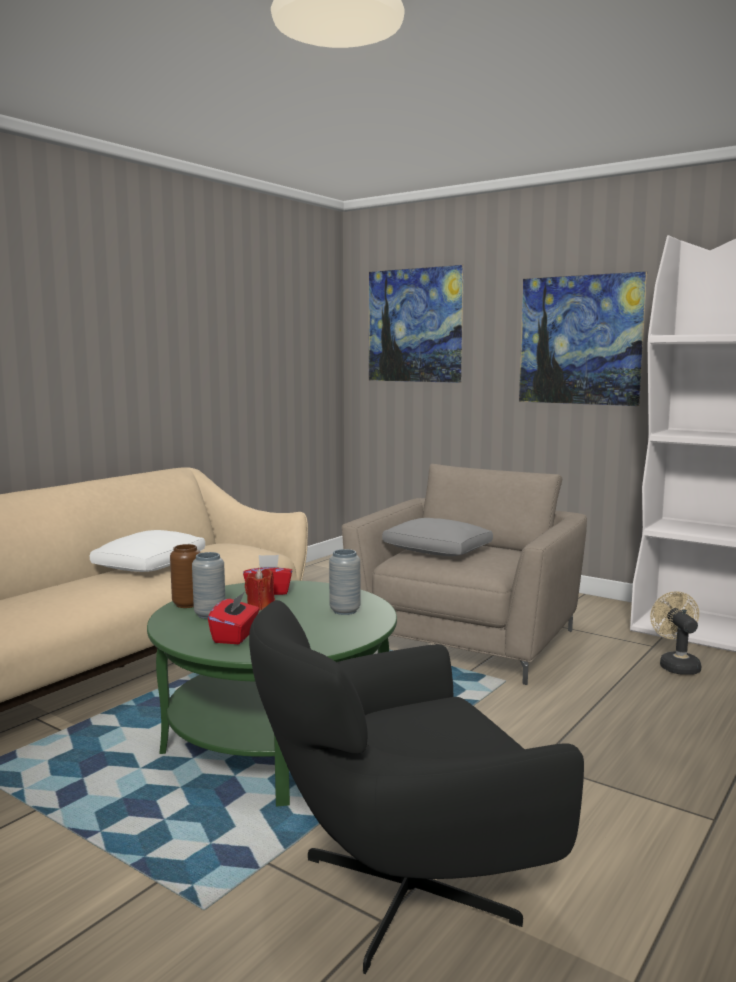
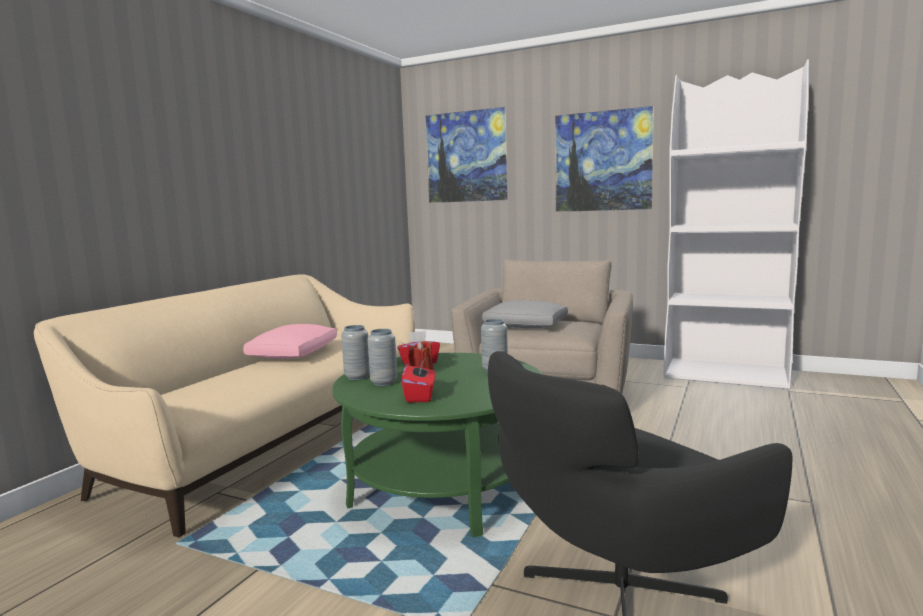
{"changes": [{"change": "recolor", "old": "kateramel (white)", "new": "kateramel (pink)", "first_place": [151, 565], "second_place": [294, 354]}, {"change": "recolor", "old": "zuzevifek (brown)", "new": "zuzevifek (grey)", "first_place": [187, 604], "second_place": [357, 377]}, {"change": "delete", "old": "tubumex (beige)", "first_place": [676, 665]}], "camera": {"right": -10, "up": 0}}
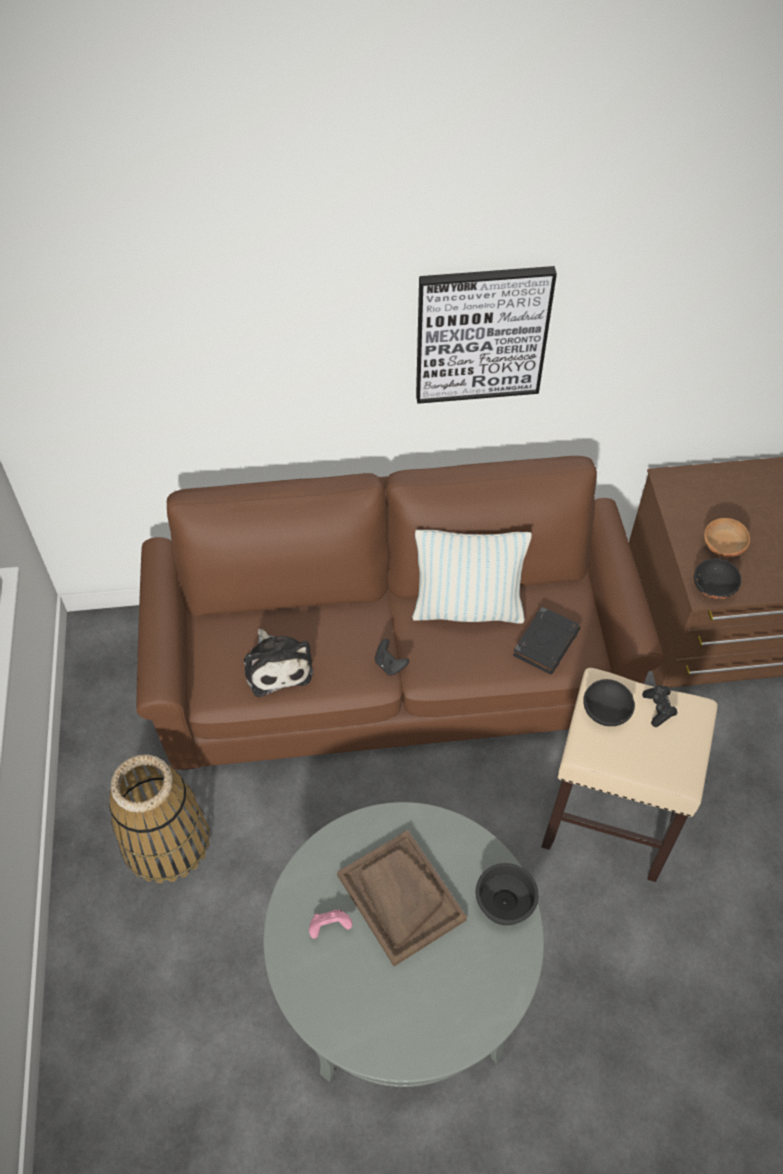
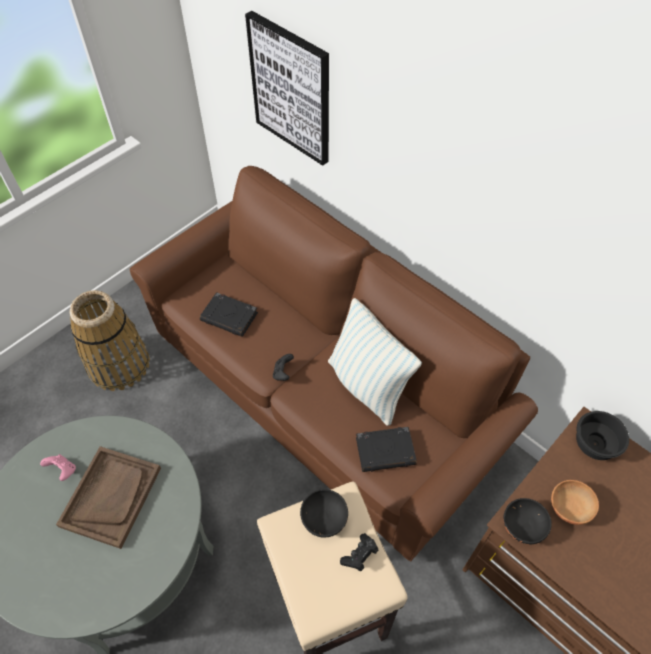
{"changes": [{"change": "move", "old": "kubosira", "first_place": [481, 334], "second_place": [292, 89]}, {"change": "replace", "old": "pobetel", "new": "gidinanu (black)", "first_place": [277, 666], "second_place": [230, 317]}, {"change": "move", "old": "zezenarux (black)", "first_place": [504, 901], "second_place": [595, 442]}], "camera": {"right": 50, "up": 0}}
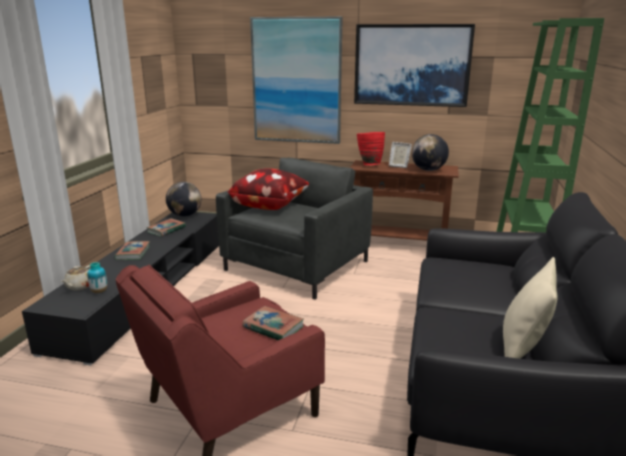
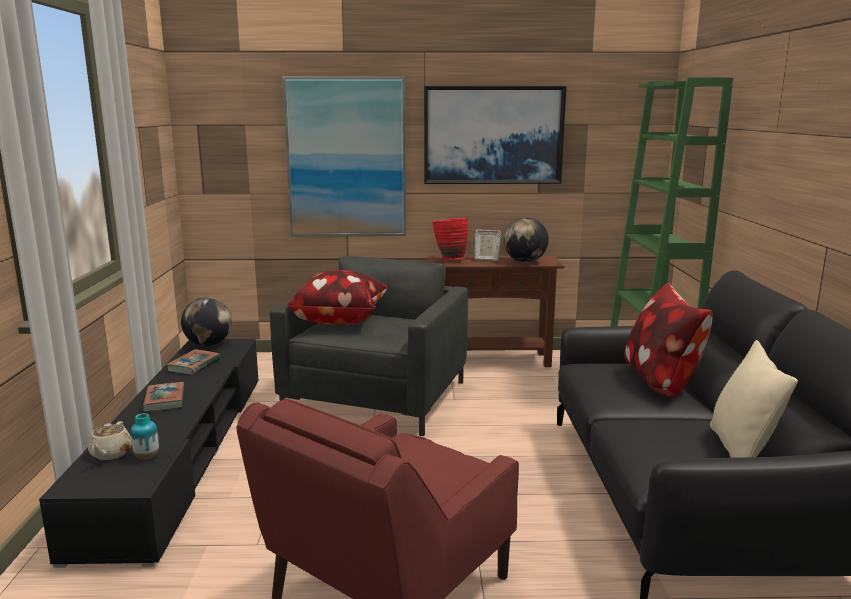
{"changes": [{"change": "delete", "old": "gidinanu", "first_place": [273, 327]}, {"change": "insert", "new": "kateramel", "second_place": [661, 380]}], "camera": {"right": -15, "up": -5}}
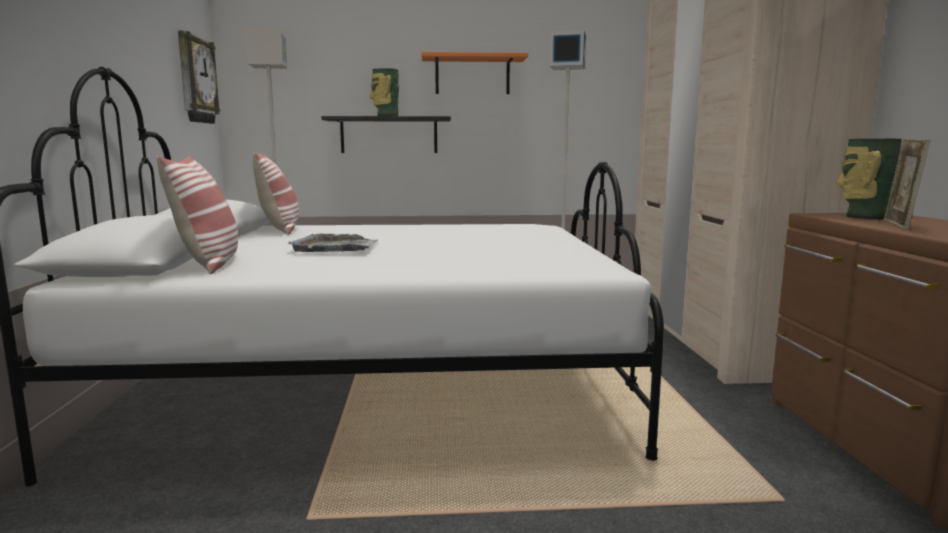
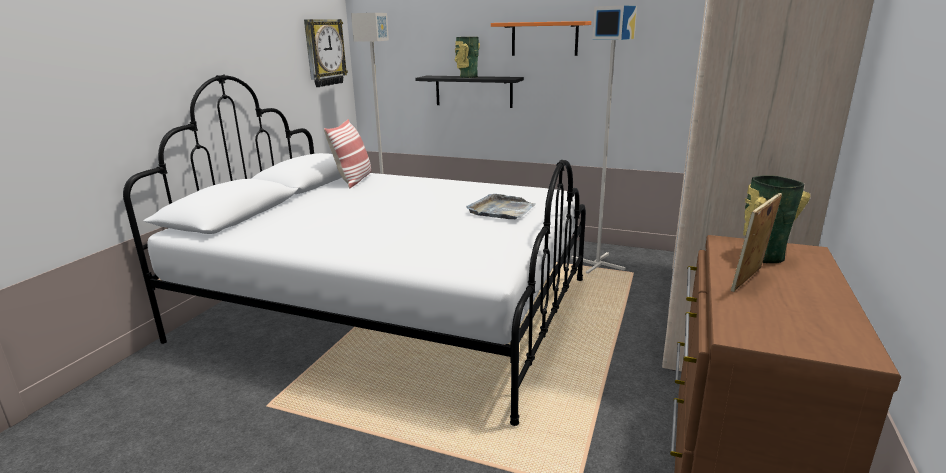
{"changes": [{"change": "delete", "old": "kateramel", "first_place": [209, 263]}, {"change": "move", "old": "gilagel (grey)", "first_place": [336, 247], "second_place": [502, 210]}], "camera": {"right": 25, "up": 10}}
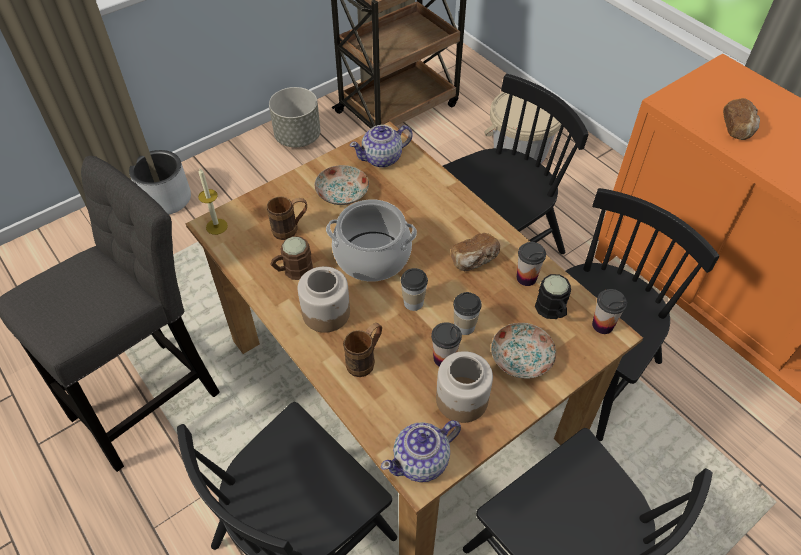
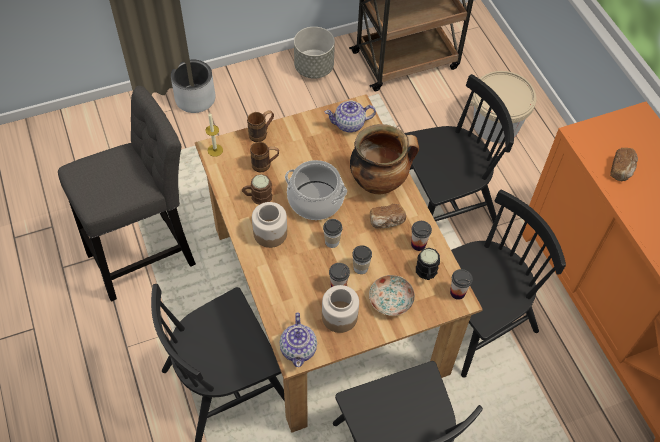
{"changes": [{"change": "delete", "old": "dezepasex", "first_place": [341, 193]}, {"change": "move", "old": "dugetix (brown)", "first_place": [365, 360], "second_place": [261, 134]}, {"change": "rotate", "old": "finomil", "first_place": [422, 461], "second_place": [299, 348], "degrees": -75}, {"change": "insert", "new": "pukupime", "second_place": [379, 181]}], "camera": {"right": 15, "up": 5}}
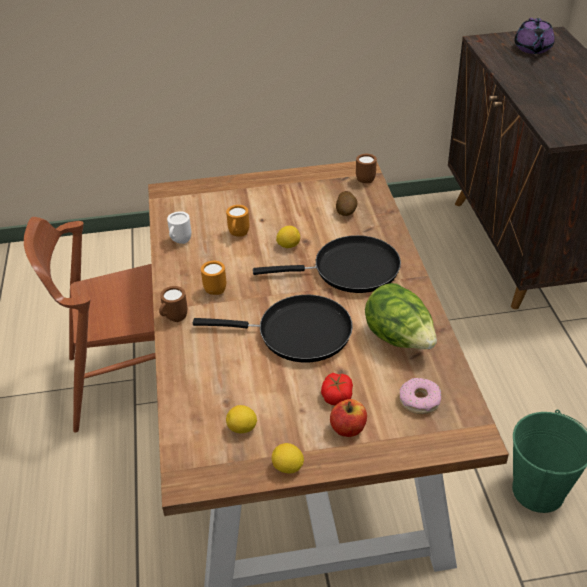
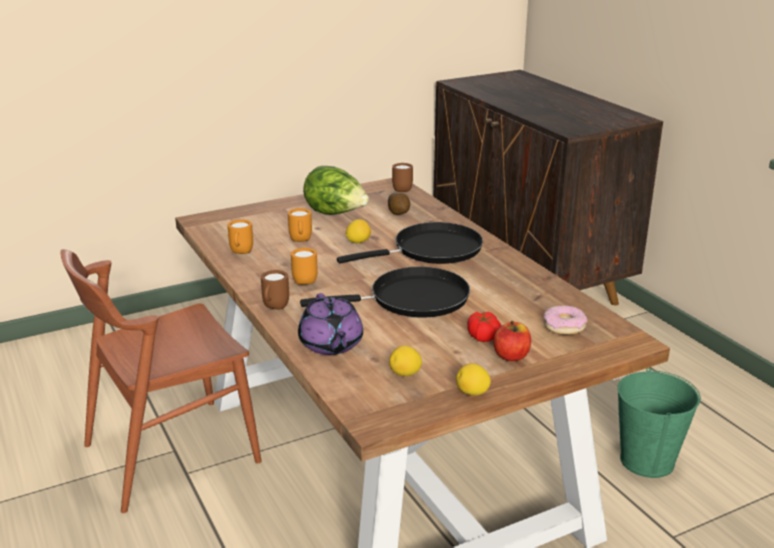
{"changes": [{"change": "move", "old": "finomil (purple)", "first_place": [532, 49], "second_place": [331, 344]}, {"change": "recolor", "old": "dugetix (white)", "new": "dugetix (orange)", "first_place": [179, 242], "second_place": [241, 253]}, {"change": "move", "old": "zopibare", "first_place": [399, 339], "second_place": [336, 214]}], "camera": {"right": -20, "up": -15}}
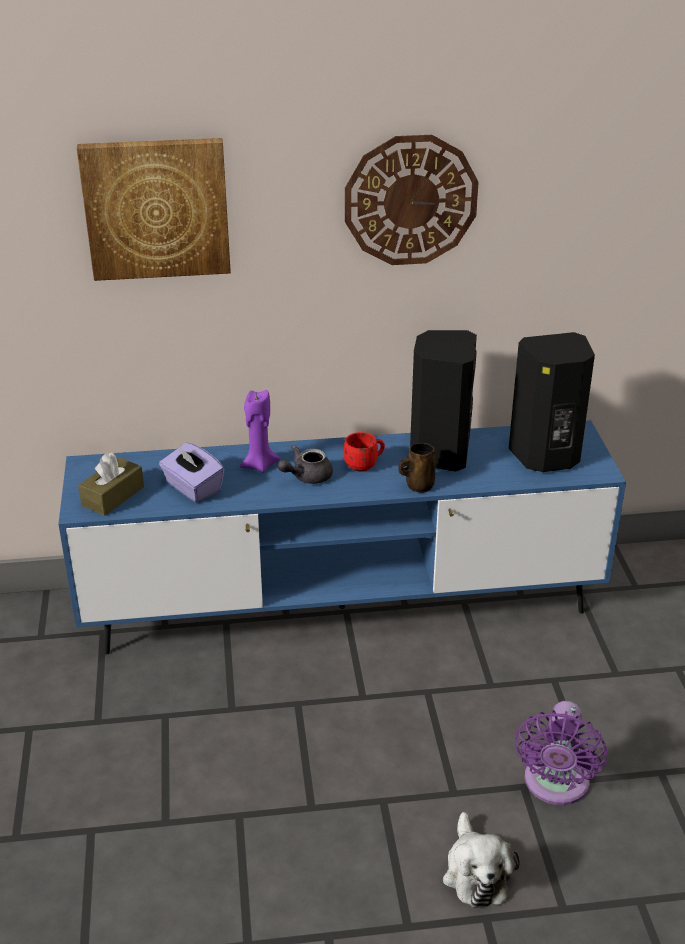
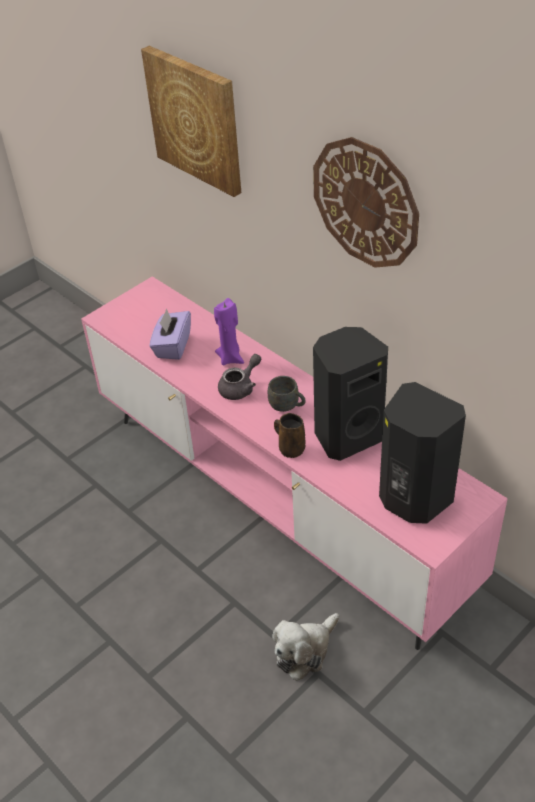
{"changes": [{"change": "recolor", "old": "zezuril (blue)", "new": "zezuril (pink)", "first_place": [342, 607], "second_place": [276, 502]}, {"change": "recolor", "old": "dugetix (red)", "new": "dugetix (grey)", "first_place": [365, 464], "second_place": [287, 406]}, {"change": "rotate", "old": "finomil (grey)", "first_place": [306, 477], "second_place": [240, 387], "degrees": 120}, {"change": "delete", "old": "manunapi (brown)", "first_place": [113, 496]}, {"change": "delete", "old": "tubumex (purple)", "first_place": [555, 785]}, {"change": "move", "old": "pobetel", "first_place": [475, 872], "second_place": [305, 651]}], "camera": {"right": 55, "up": 10}}
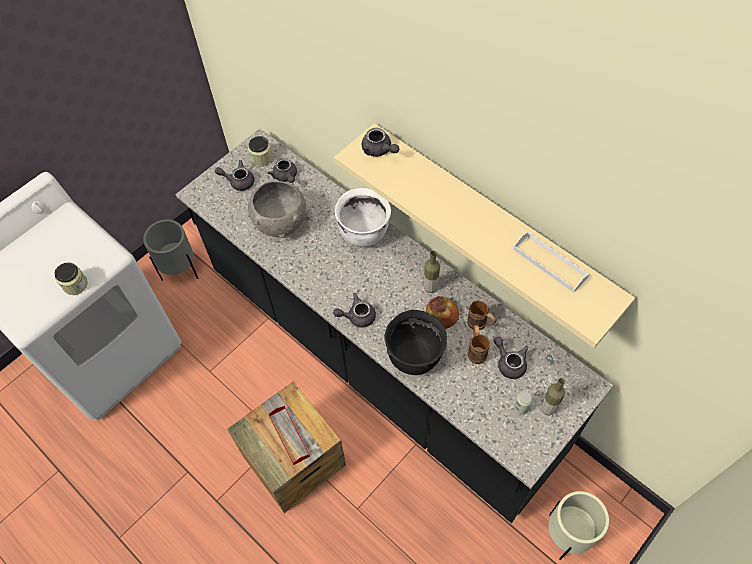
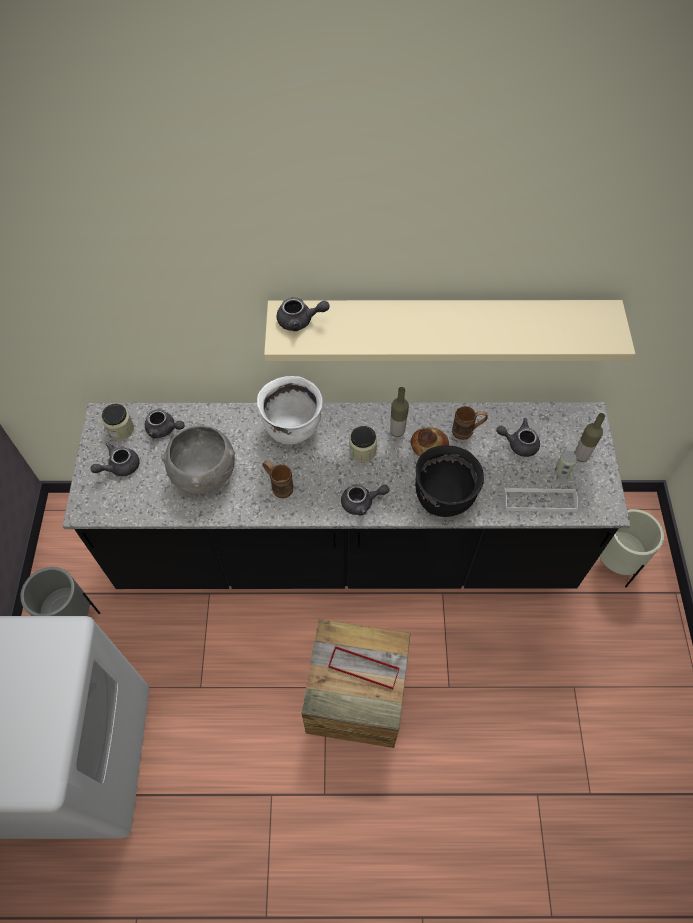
{"changes": [{"change": "move", "old": "gilagel (white)", "first_place": [549, 263], "second_place": [539, 501]}, {"change": "move", "old": "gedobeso", "first_place": [75, 285], "second_place": [362, 451]}, {"change": "rotate", "old": "finomil (grey)", "first_place": [357, 316], "second_place": [362, 502], "degrees": -135}, {"change": "move", "old": "dugetix (brown)", "first_place": [476, 351], "second_place": [278, 486]}], "camera": {"right": -45, "up": 0}}
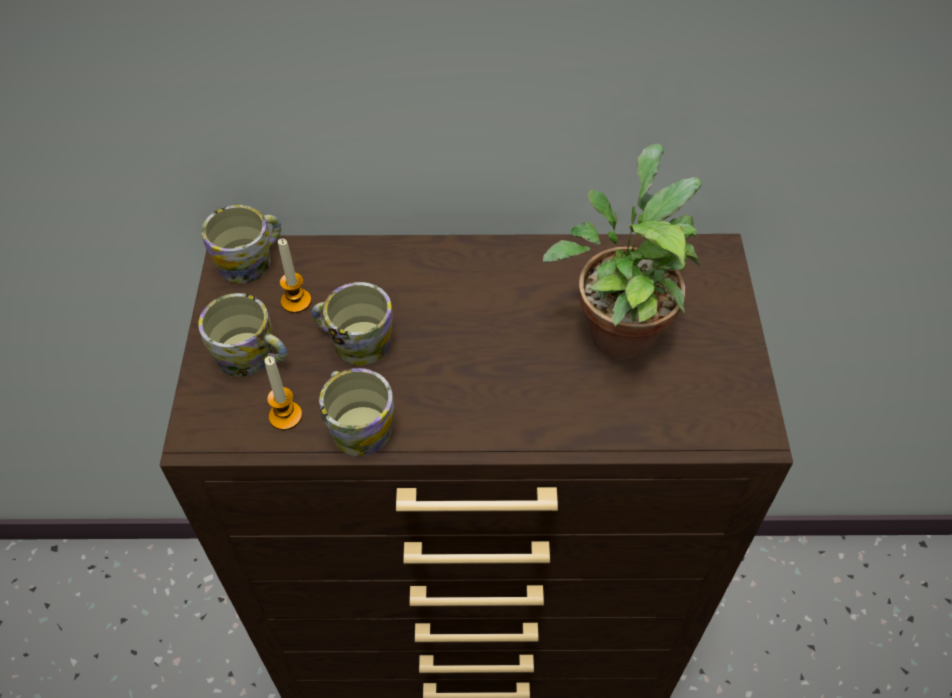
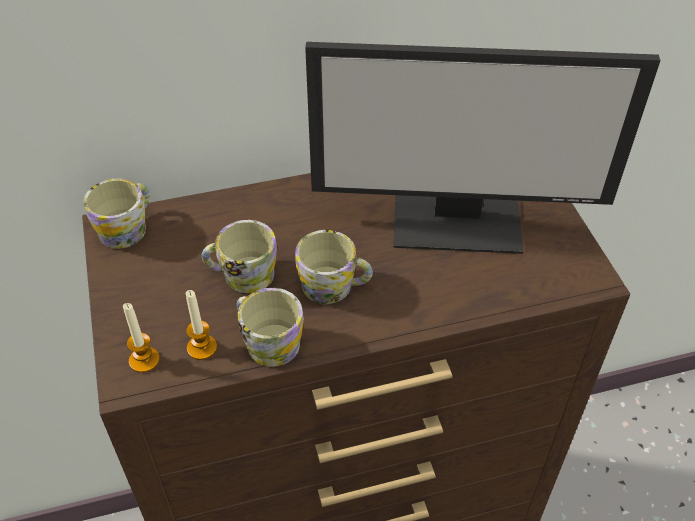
{"changes": [{"change": "replace", "old": "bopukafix", "new": "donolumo", "first_place": [619, 327], "second_place": [458, 220]}, {"change": "move", "old": "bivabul", "first_place": [296, 301], "second_place": [144, 360]}, {"change": "move", "old": "dugetix", "first_place": [253, 358], "second_place": [334, 286]}], "camera": {"right": -15, "up": -5}}
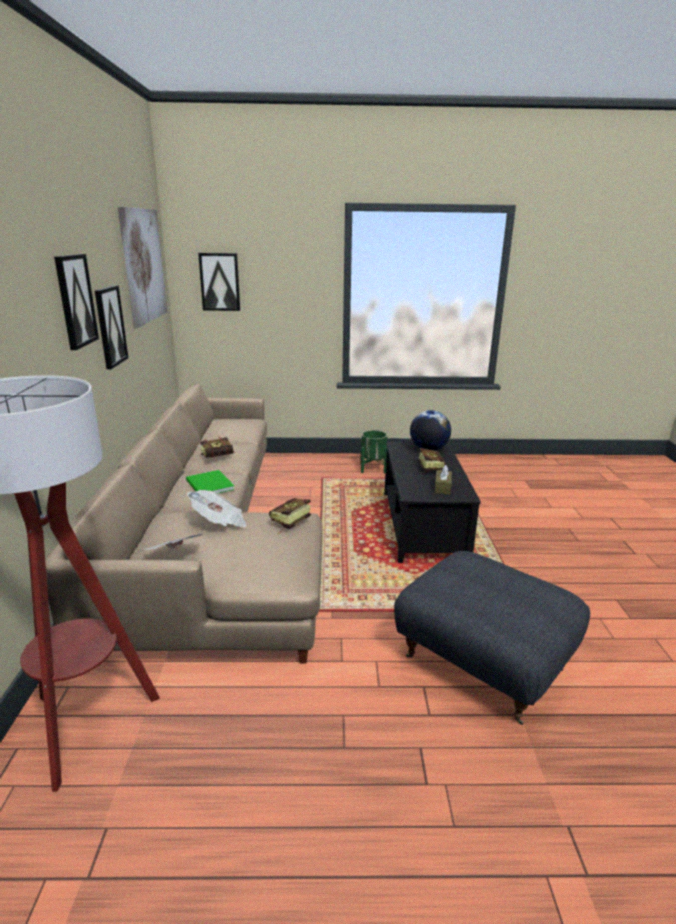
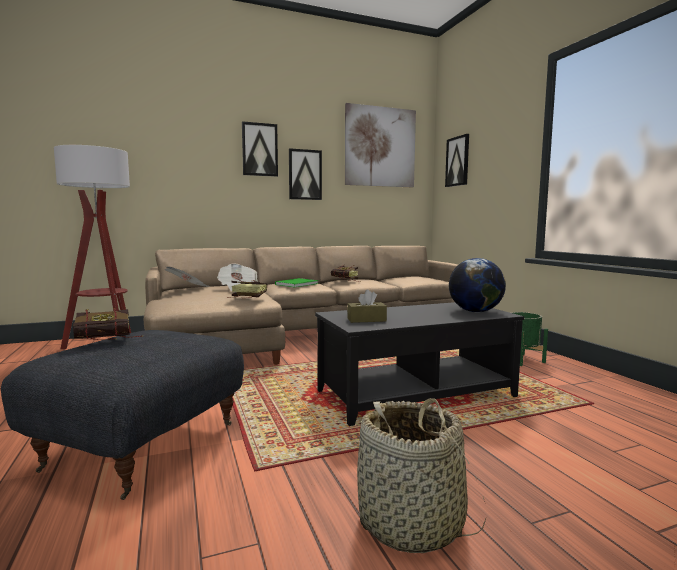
{"changes": [{"change": "move", "old": "gidinanu", "first_place": [430, 467], "second_place": [110, 341]}, {"change": "insert", "new": "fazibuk", "second_place": [411, 523]}], "camera": {"right": 70, "up": -15}}
